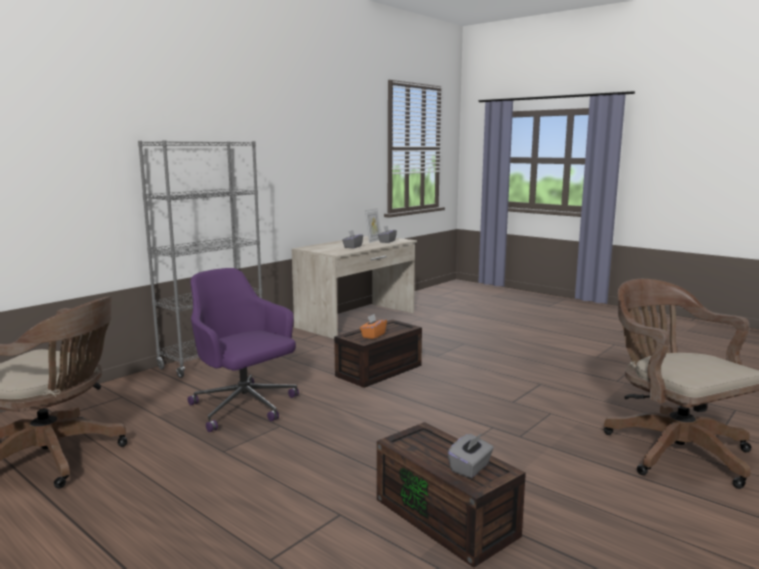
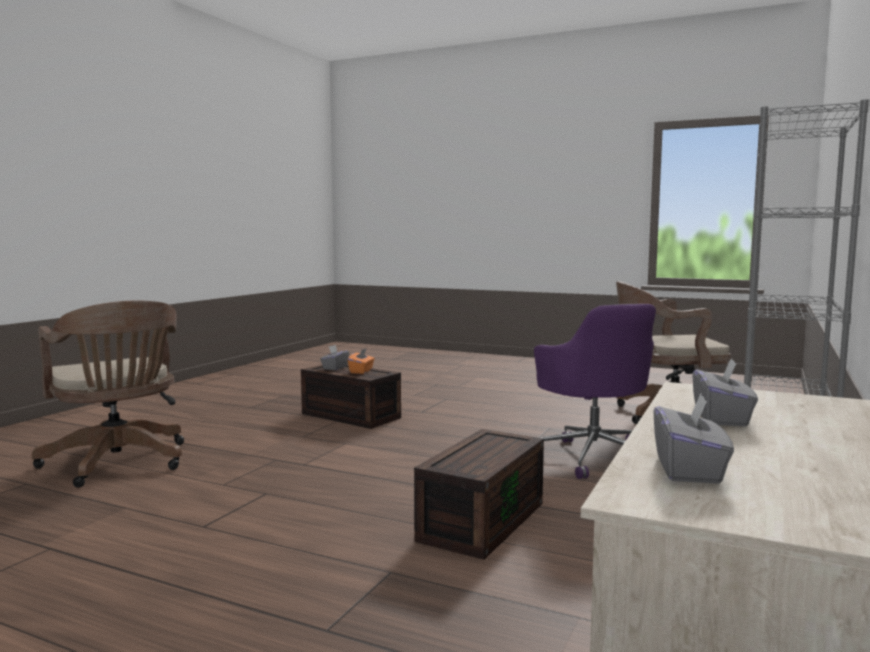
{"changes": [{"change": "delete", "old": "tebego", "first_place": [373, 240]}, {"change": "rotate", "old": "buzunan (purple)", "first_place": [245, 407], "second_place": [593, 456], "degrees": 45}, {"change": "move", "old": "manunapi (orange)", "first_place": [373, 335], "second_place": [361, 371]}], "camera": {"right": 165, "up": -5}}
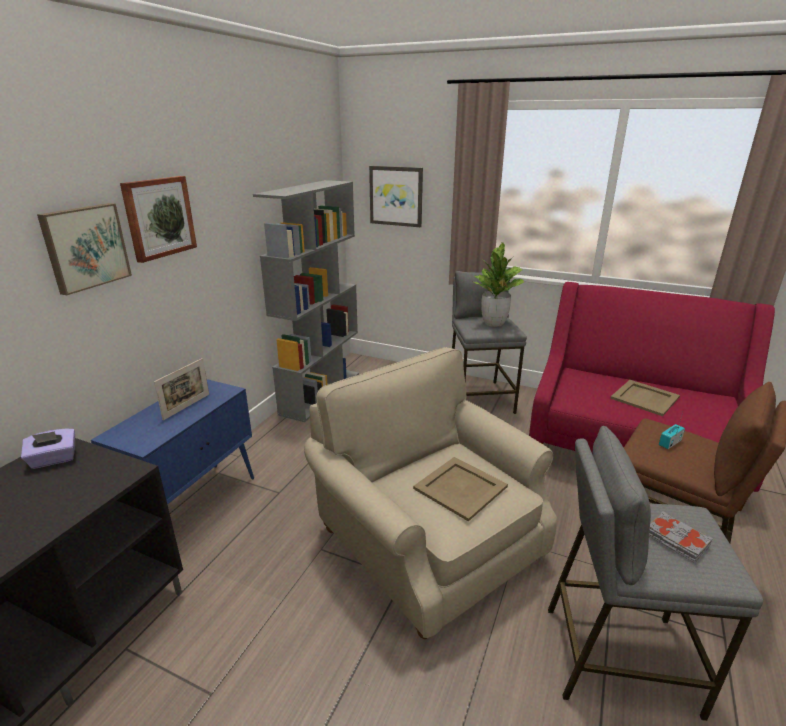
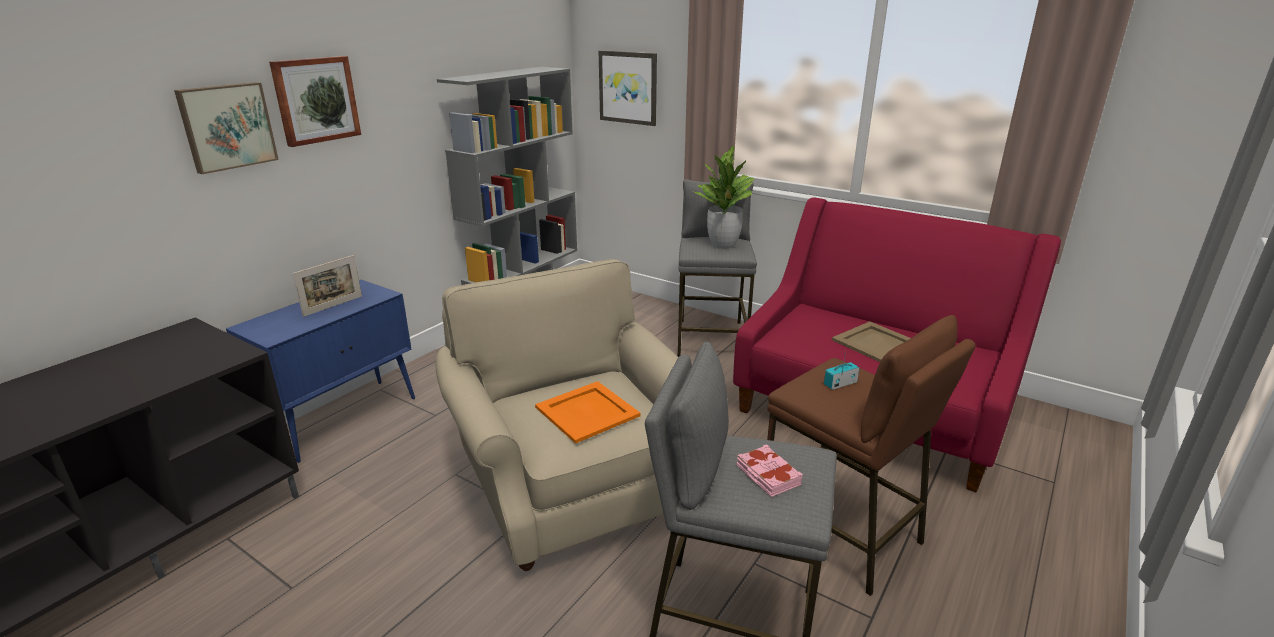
{"changes": [{"change": "delete", "old": "manunapi (purple)", "first_place": [54, 459]}, {"change": "recolor", "old": "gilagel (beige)", "new": "gilagel (orange)", "first_place": [459, 487], "second_place": [586, 411]}, {"change": "recolor", "old": "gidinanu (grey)", "new": "gidinanu (pink)", "first_place": [676, 541], "second_place": [767, 475]}], "camera": {"right": 10, "up": 0}}
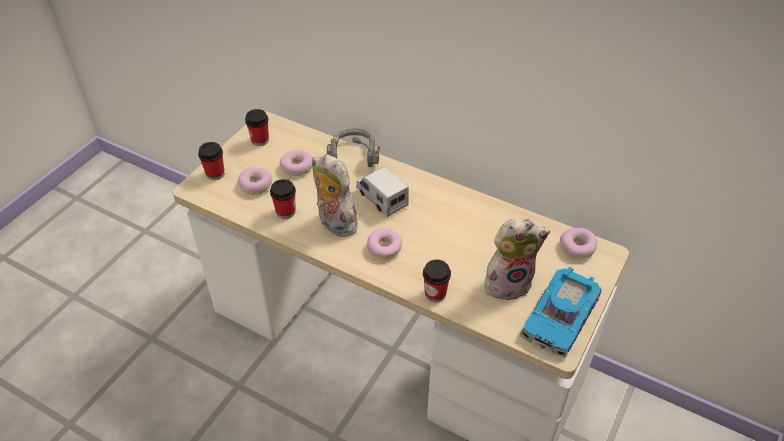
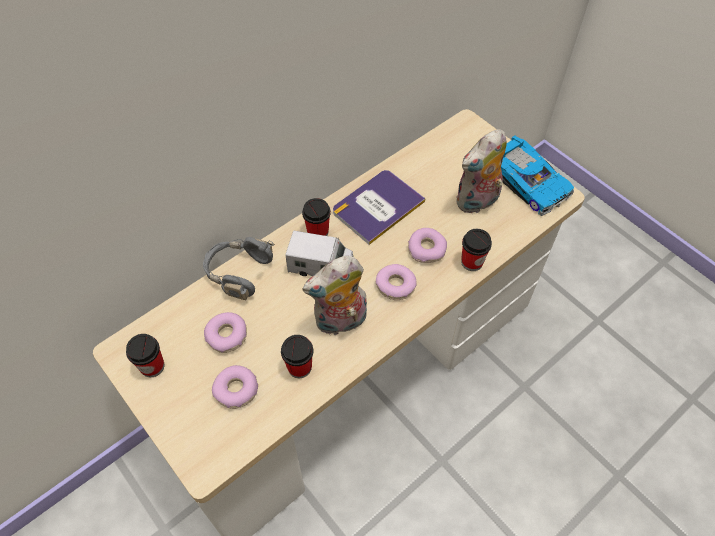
{"changes": [{"change": "move", "old": "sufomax", "first_place": [215, 174], "second_place": [318, 232]}, {"change": "rotate", "old": "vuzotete", "first_place": [381, 198], "second_place": [321, 266], "degrees": -150}, {"change": "rotate", "old": "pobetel", "first_place": [508, 283], "second_place": [477, 202], "degrees": -135}, {"change": "move", "old": "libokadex", "first_place": [577, 247], "second_place": [426, 249]}, {"change": "insert", "new": "gidinanu", "second_place": [377, 206]}], "camera": {"right": -70, "up": 10}}
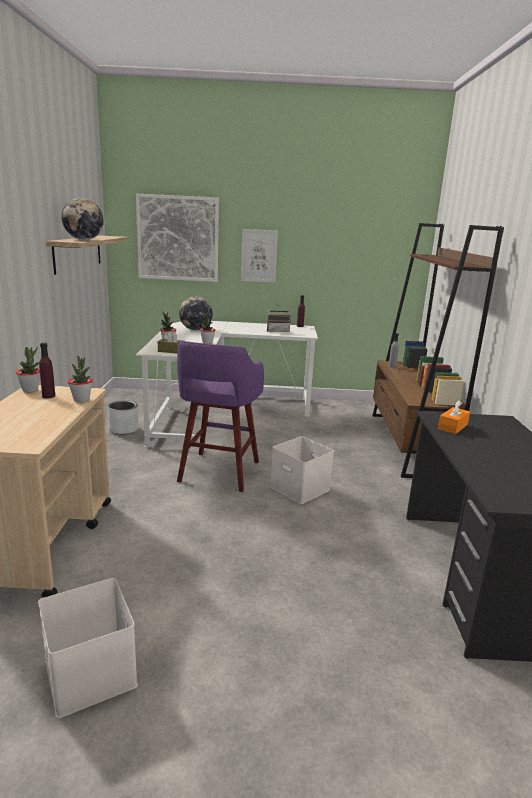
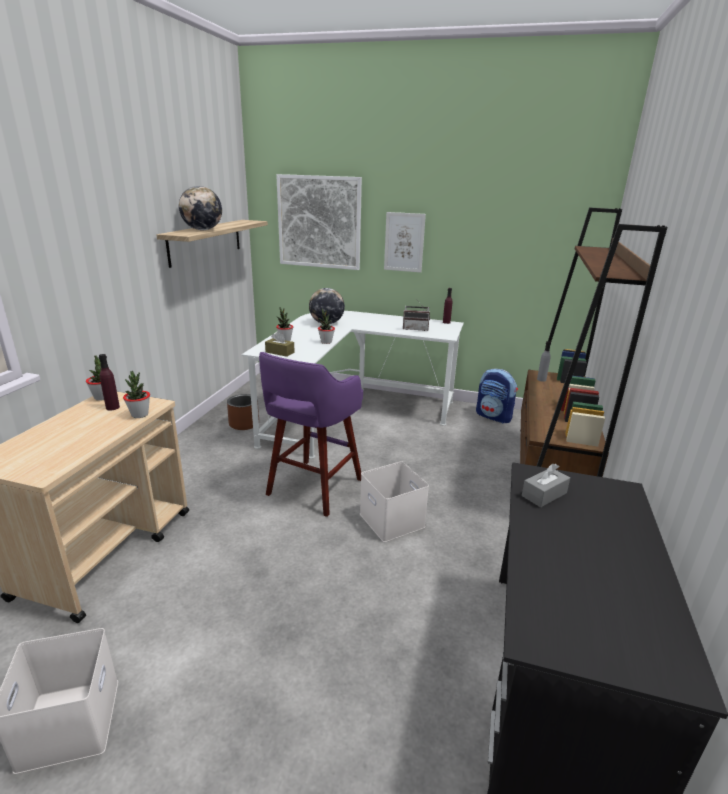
{"changes": [{"change": "recolor", "old": "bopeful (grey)", "new": "bopeful (brown)", "first_place": [123, 429], "second_place": [244, 424]}, {"change": "recolor", "old": "manunapi (orange)", "new": "manunapi (grey)", "first_place": [452, 427], "second_place": [544, 494]}, {"change": "insert", "new": "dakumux", "second_place": [494, 416]}], "camera": {"right": 15, "up": 5}}
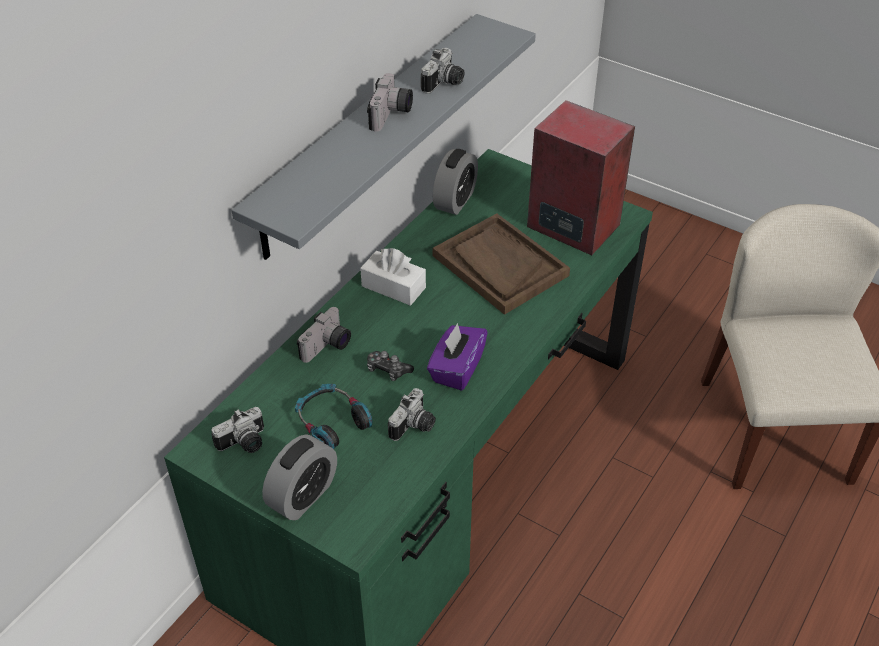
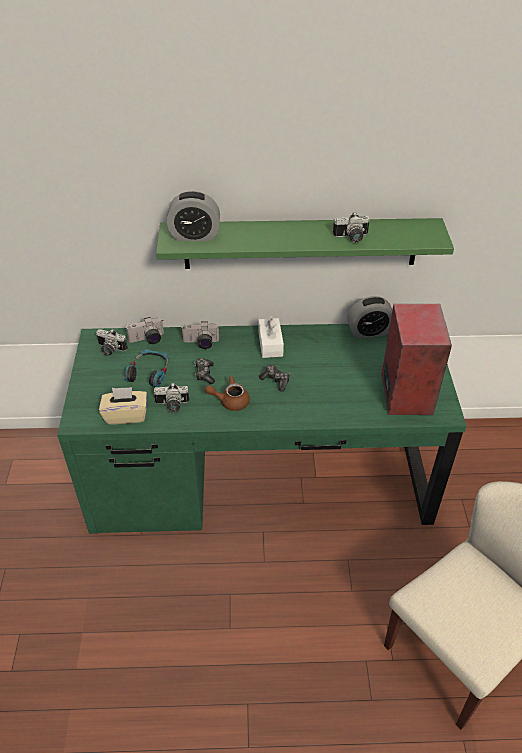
{"changes": [{"change": "recolor", "old": "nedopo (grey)", "new": "nedopo (green)", "first_place": [369, 134], "second_place": [300, 243]}, {"change": "move", "old": "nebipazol", "first_place": [392, 115], "second_place": [147, 340]}, {"change": "delete", "old": "gilagel (brown)", "first_place": [499, 265]}, {"change": "replace", "old": "manunapi (purple)", "new": "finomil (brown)", "first_place": [456, 369], "second_place": [230, 401]}, {"change": "move", "old": "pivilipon", "first_place": [303, 496], "second_place": [195, 235]}, {"change": "insert", "new": "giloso", "second_place": [275, 380]}, {"change": "insert", "new": "manunapi (beige)", "second_place": [126, 415]}], "camera": {"right": 55, "up": 0}}
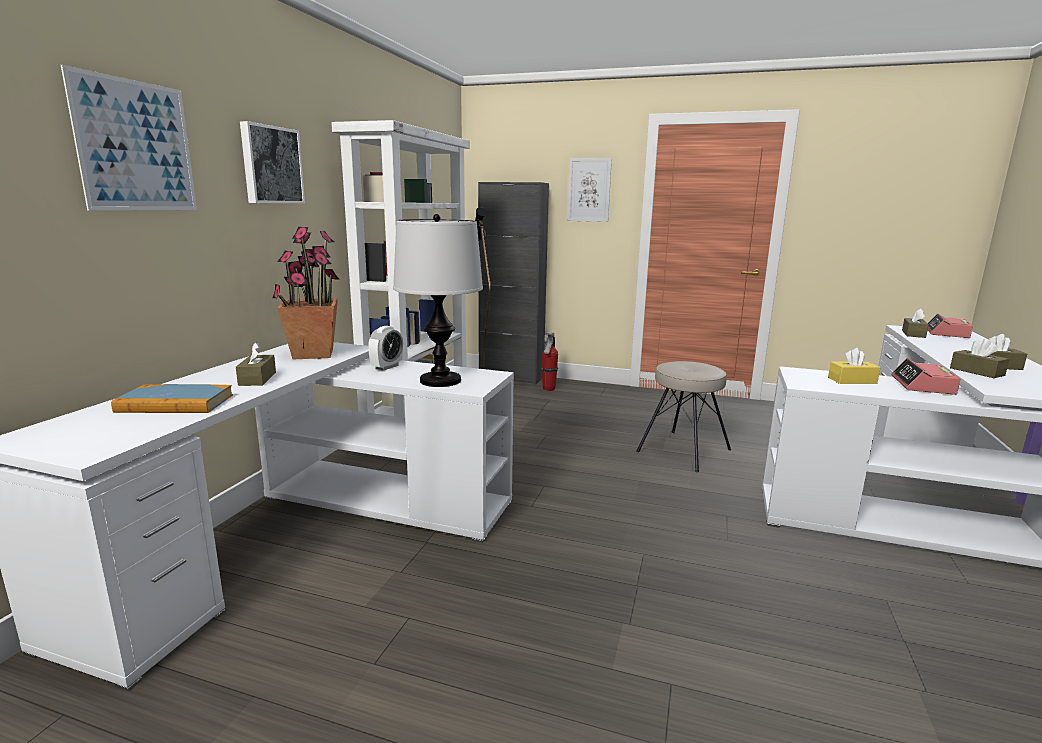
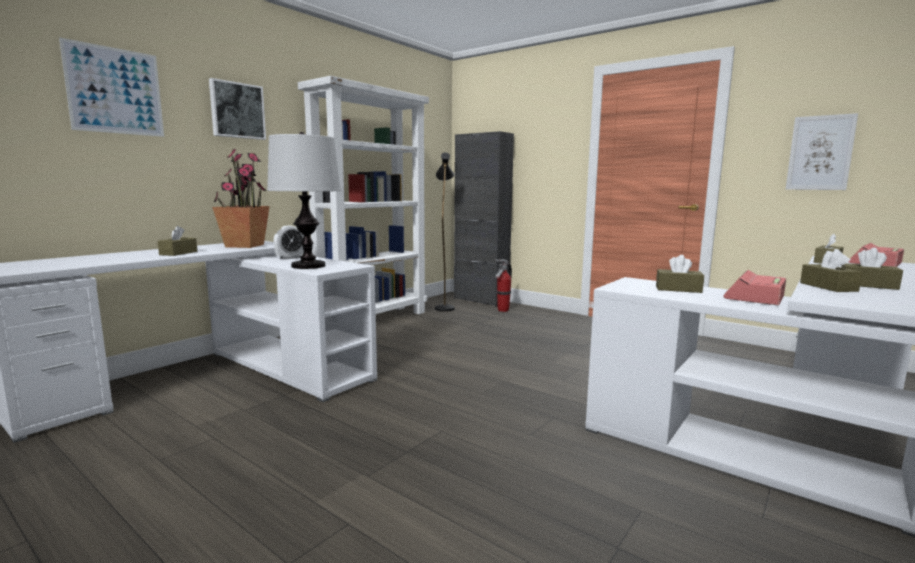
{"changes": [{"change": "move", "old": "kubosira", "first_place": [589, 190], "second_place": [820, 153]}, {"change": "recolor", "old": "manunapi (yellow)", "new": "manunapi (brown)", "first_place": [852, 380], "second_place": [678, 289]}, {"change": "delete", "old": "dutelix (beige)", "first_place": [683, 450]}, {"change": "delete", "old": "gidinanu", "first_place": [175, 403]}], "camera": {"right": 20, "up": -5}}
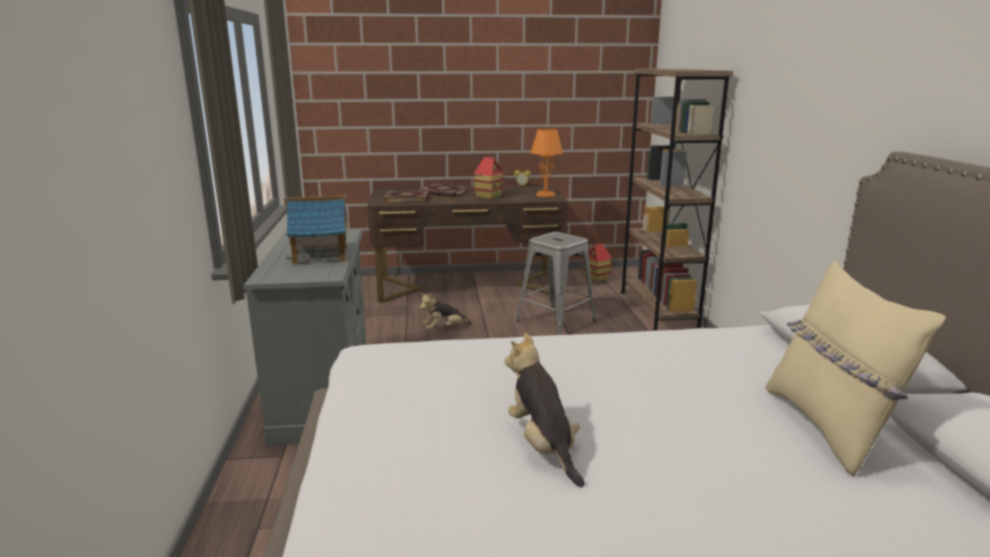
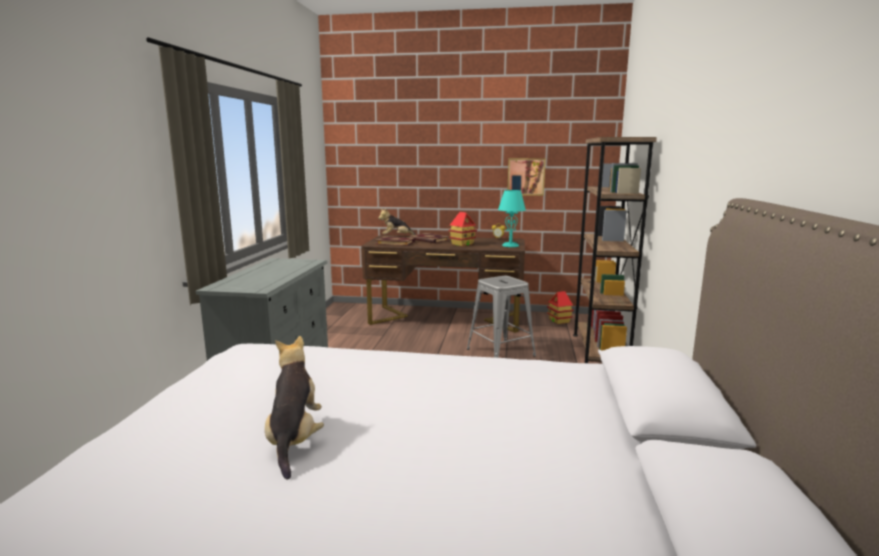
{"changes": [{"change": "recolor", "old": "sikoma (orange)", "new": "sikoma (turquoise)", "first_place": [545, 195], "second_place": [510, 245]}, {"change": "delete", "old": "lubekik", "first_place": [321, 255]}, {"change": "delete", "old": "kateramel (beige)", "first_place": [828, 427]}, {"change": "move", "old": "pobetel", "first_place": [444, 329], "second_place": [396, 237]}, {"change": "insert", "new": "kubosira", "second_place": [526, 176]}], "camera": {"right": 15, "up": -5}}
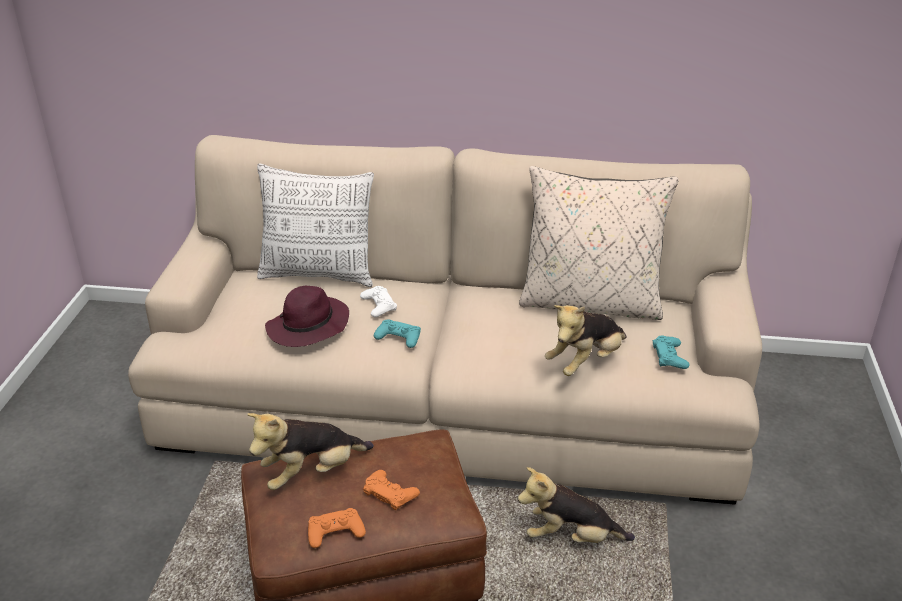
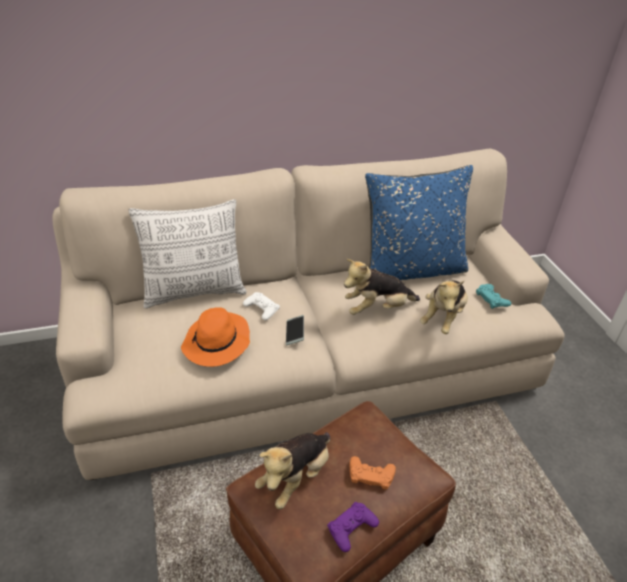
{"changes": [{"change": "recolor", "old": "kateramel (beige)", "new": "kateramel (blue)", "first_place": [590, 303], "second_place": [412, 269]}, {"change": "recolor", "old": "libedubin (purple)", "new": "libedubin (orange)", "first_place": [308, 327], "second_place": [217, 343]}, {"change": "replace", "old": "giloso (turquoise)", "new": "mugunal", "first_place": [398, 337], "second_place": [295, 333]}, {"change": "move", "old": "pobetel", "first_place": [571, 537], "second_place": [377, 309]}, {"change": "recolor", "old": "giloso (orange)", "new": "giloso (purple)", "first_place": [335, 532], "second_place": [352, 528]}], "camera": {"right": -25, "up": 5}}
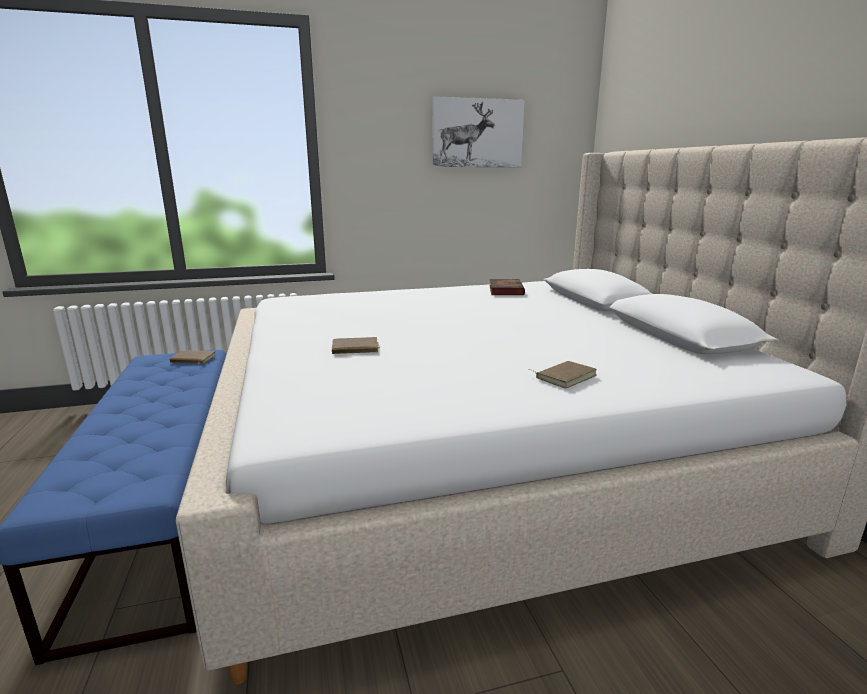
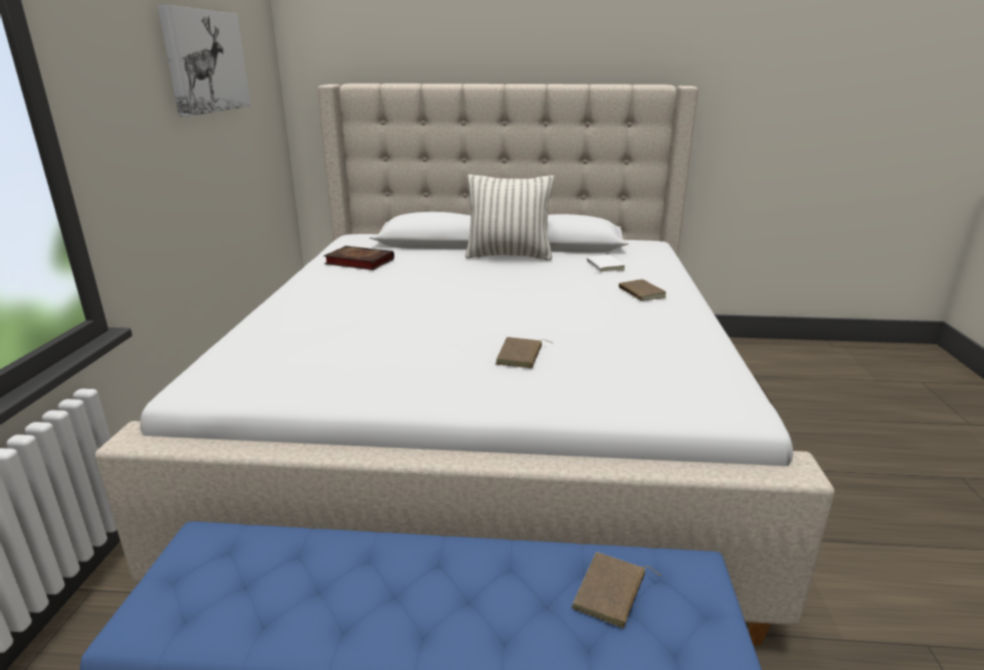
{"changes": [{"change": "move", "old": "gidinanu (brown)", "first_place": [192, 360], "second_place": [612, 593]}, {"change": "insert", "new": "kateramel", "second_place": [509, 256]}, {"change": "insert", "new": "gidinanu (white)", "second_place": [603, 266]}], "camera": {"right": -70, "up": 5}}
